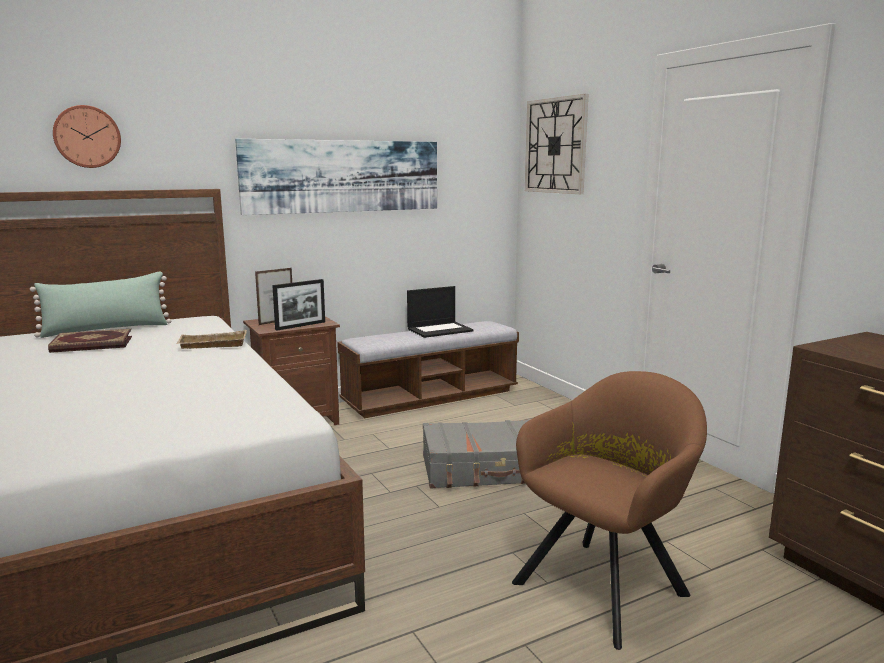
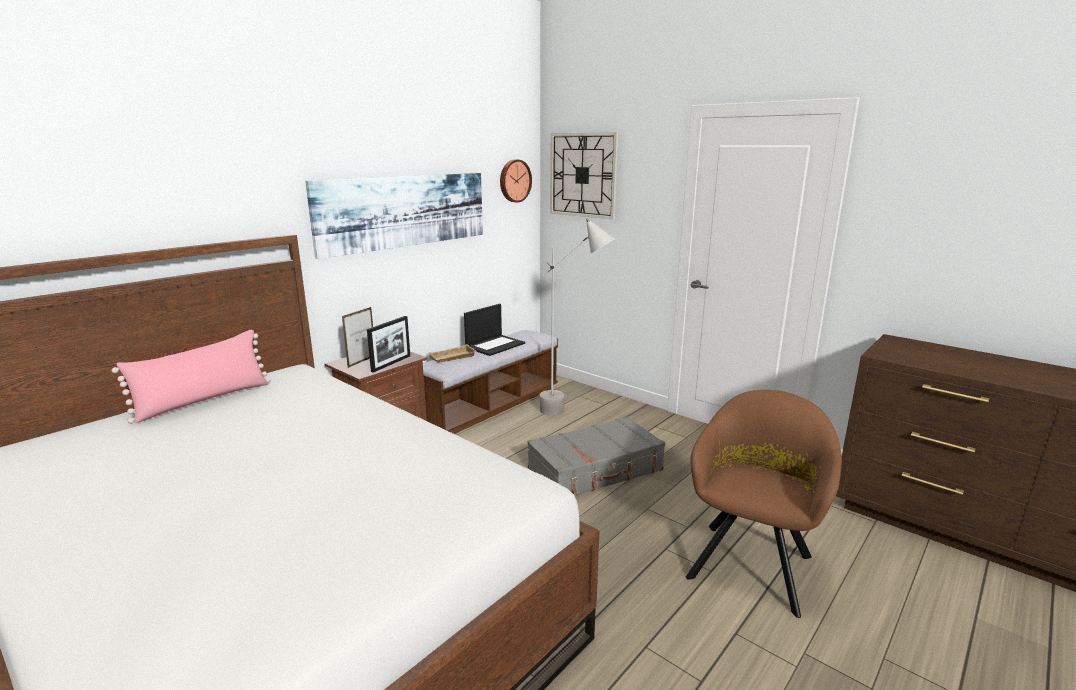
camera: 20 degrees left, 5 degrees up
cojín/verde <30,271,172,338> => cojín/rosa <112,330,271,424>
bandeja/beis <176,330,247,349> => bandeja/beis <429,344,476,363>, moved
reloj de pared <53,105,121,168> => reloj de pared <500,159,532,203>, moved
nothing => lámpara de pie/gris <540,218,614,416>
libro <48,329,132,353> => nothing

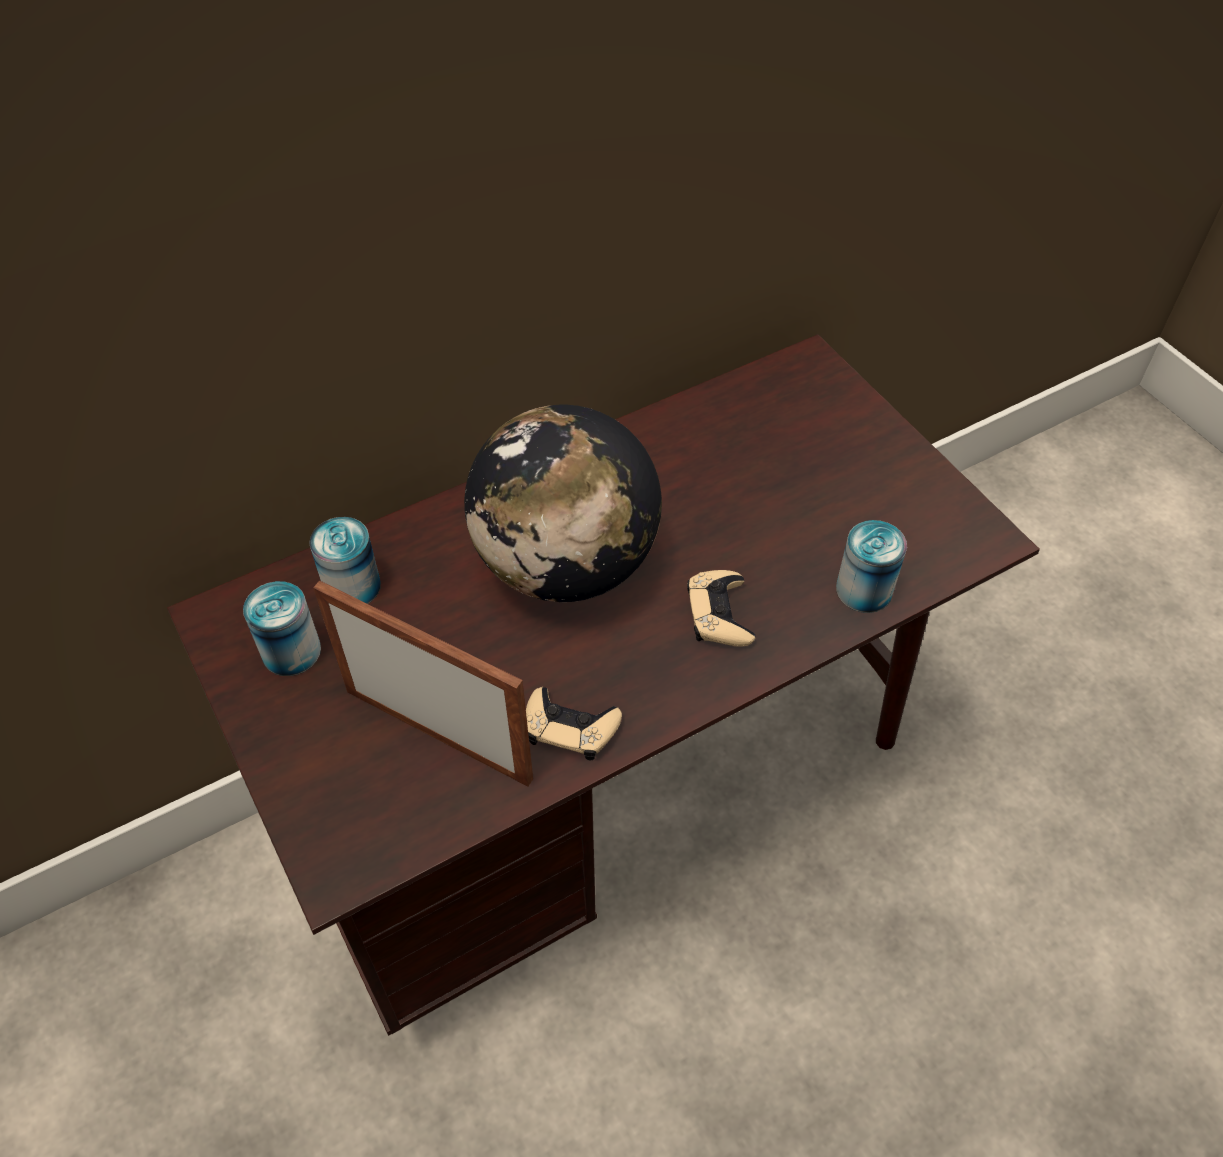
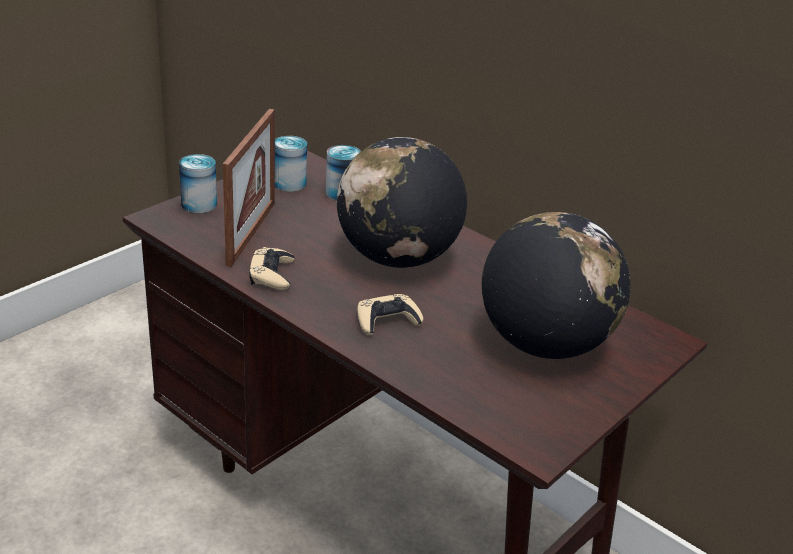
camera: 70 degrees right, 20 degrees down
lata <836,520,907,613> => lata <179,154,217,213>, moved
nothing => globo terráqueo <481,212,631,359>

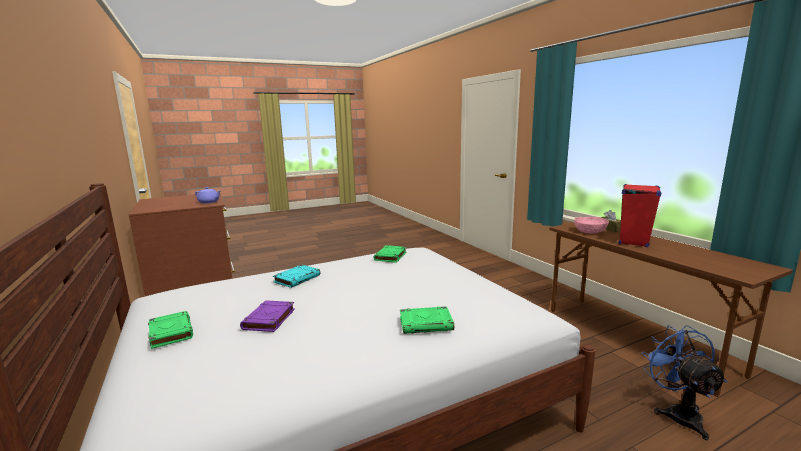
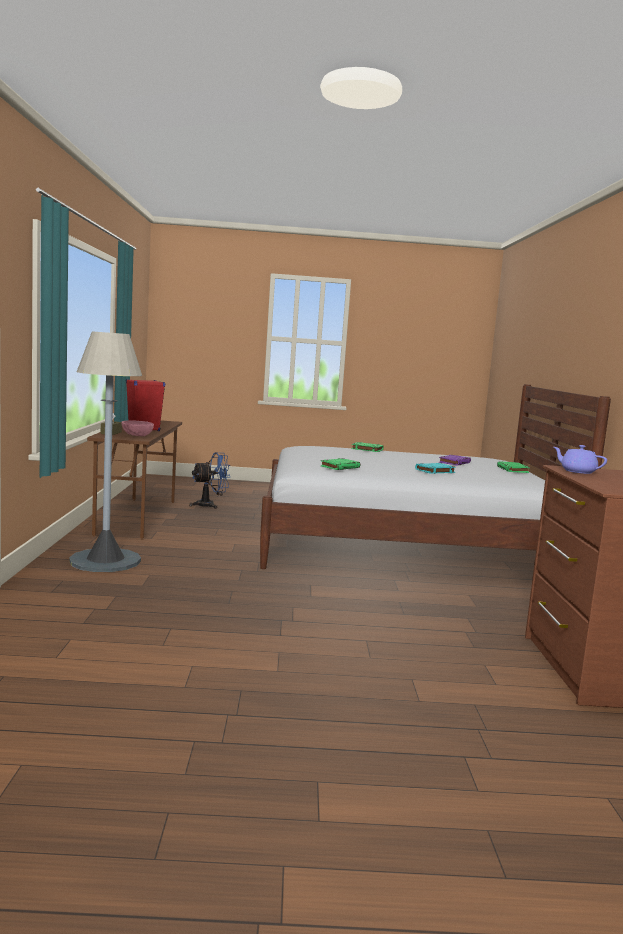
camera: 155 degrees left, 5 degrees down
nothing => lámpara de pie/gris <69,331,142,572>
ventilador/azul <642,325,728,440> => ventilador/azul <189,452,230,509>, 135 degrees counterclockwise

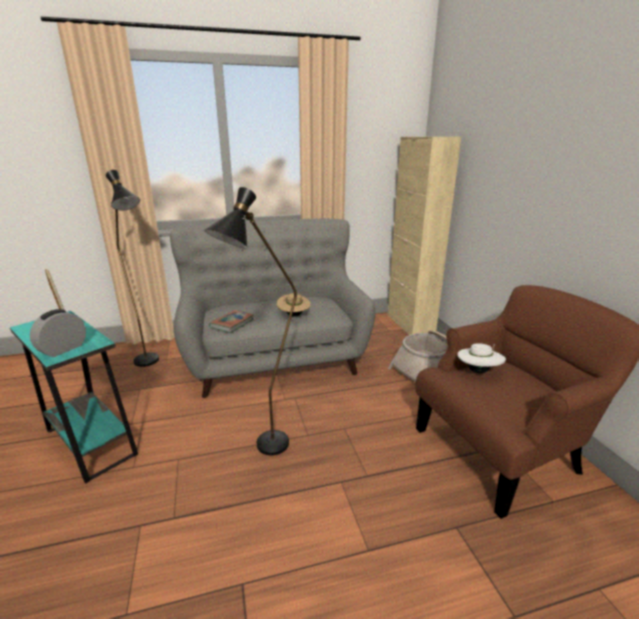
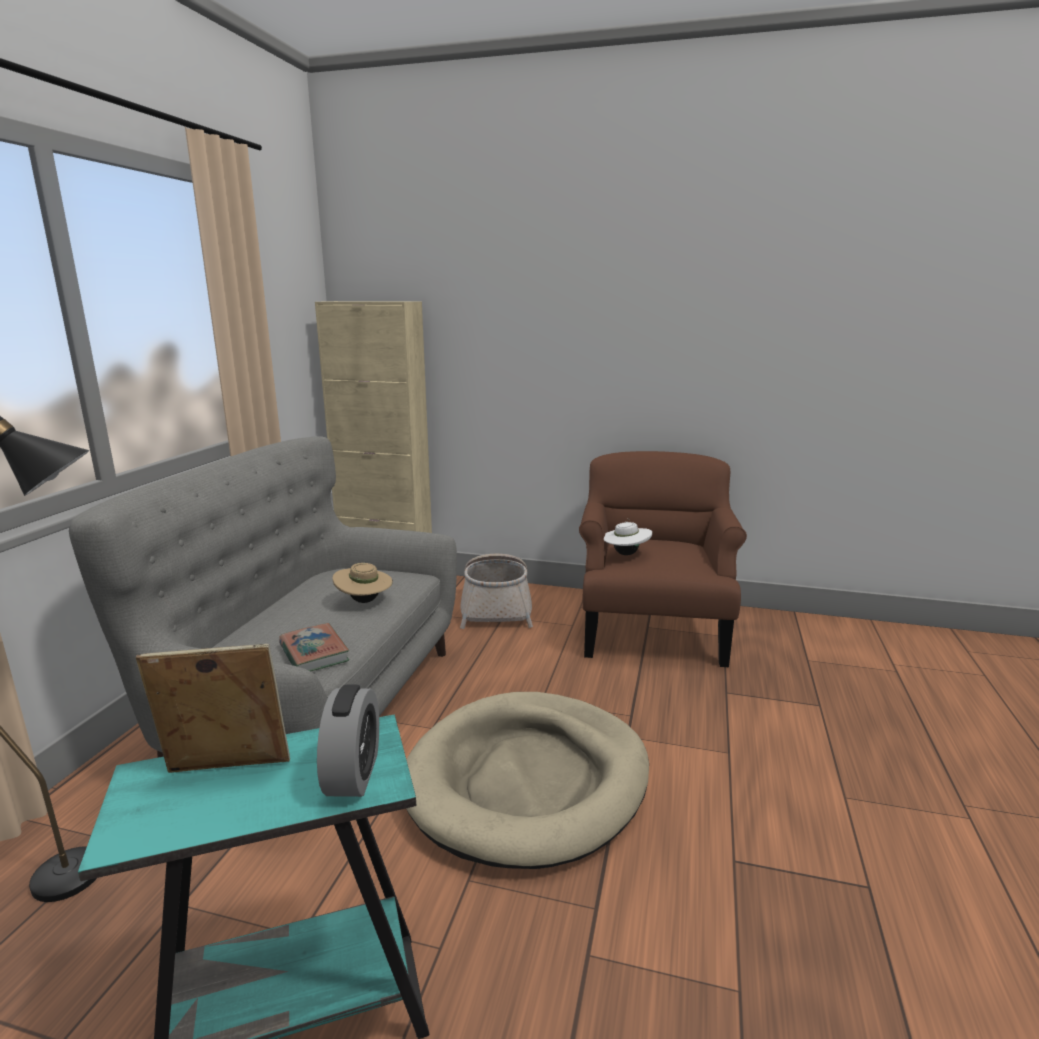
camera: 60 degrees left, 5 degrees down
despertador <30,309,86,357> => despertador <317,684,379,797>, 150 degrees counterclockwise
lámpara de pie/negro <204,187,297,455> => cama para perro/beis <406,692,649,869>

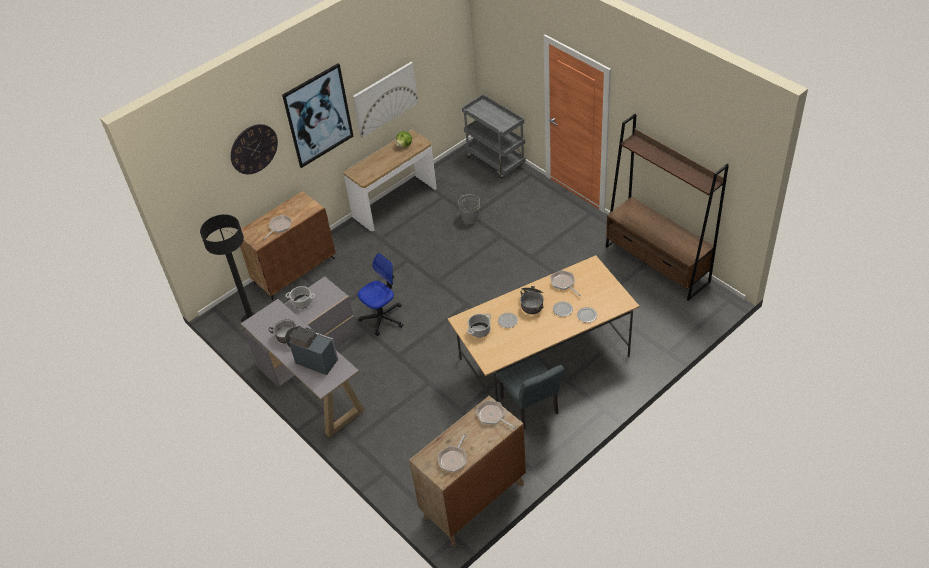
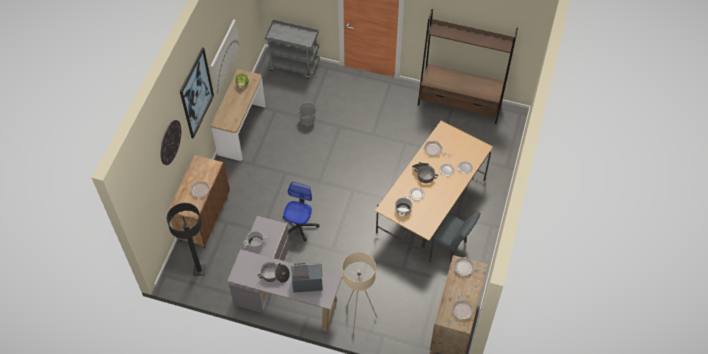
camera: 35 degrees left, 10 degrees up
nothing => lámpara de pie/beis <342,252,377,336>

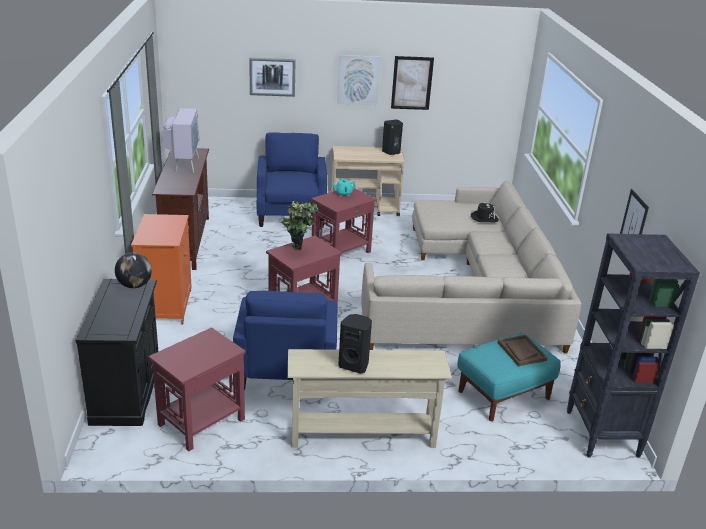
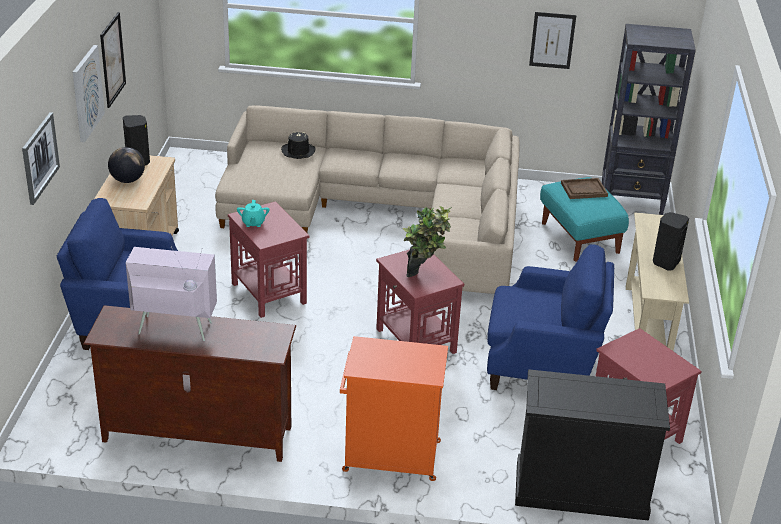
camera: 80 degrees left, 5 degrees up
globo terráqueo <115,252,152,288> => globo terráqueo <108,147,145,183>, moved

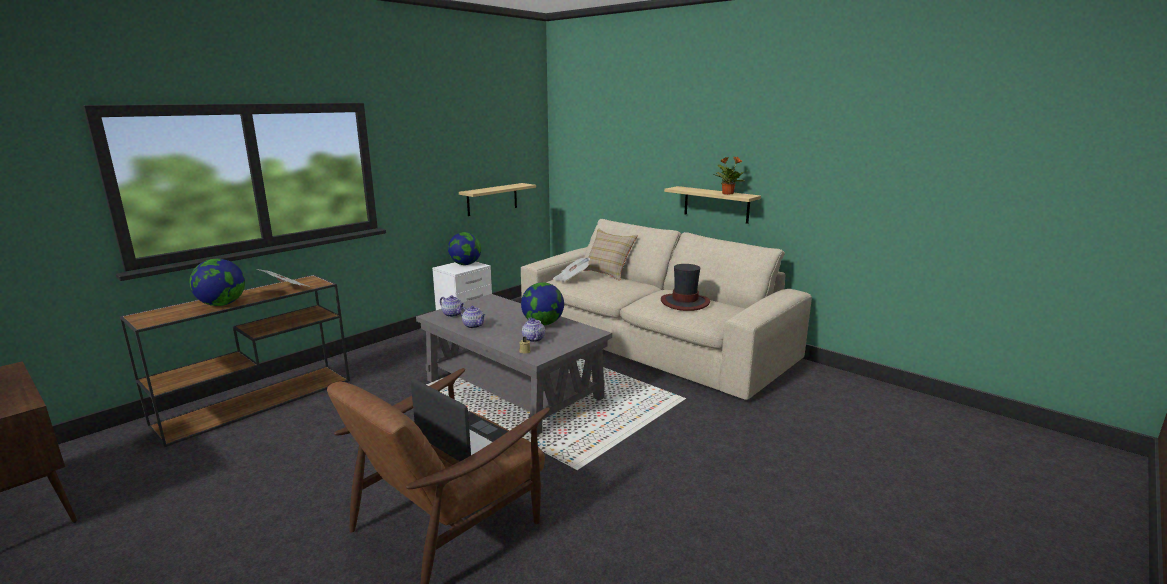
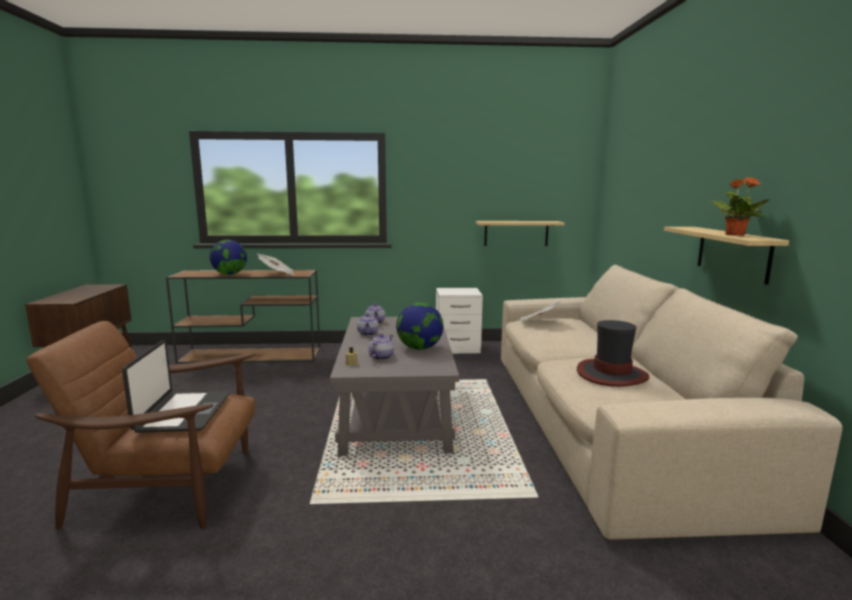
camera: 45 degrees right, 5 degrees down
globo terráqueo <448,232,481,265> => nothing
cojín/beis <583,228,638,280> => nothing

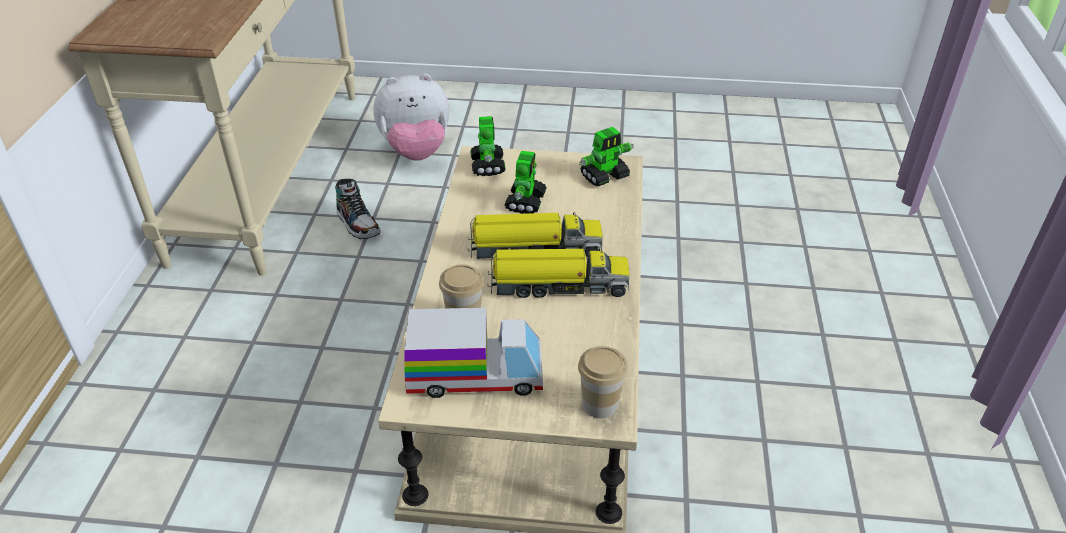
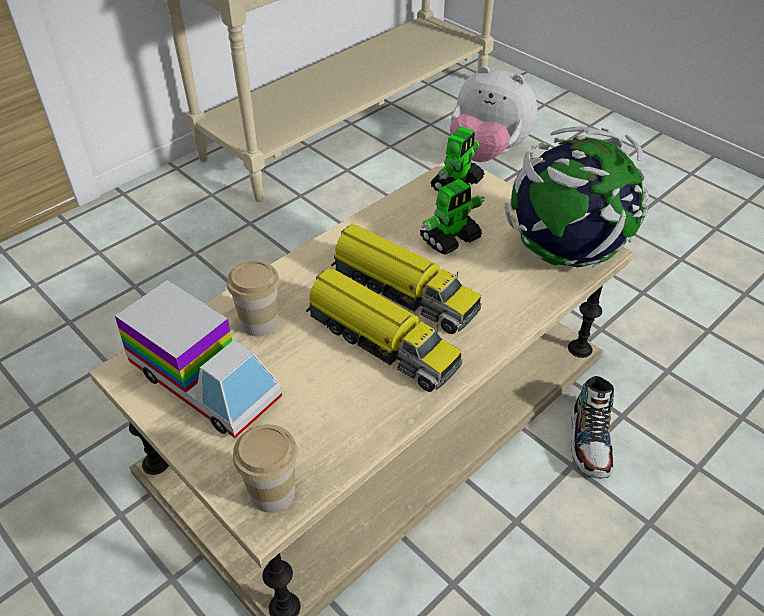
camera: 40 degrees right, 5 degrees up
robot de juguete <579,127,634,186> => globo terráqueo <504,127,649,268>
zapato <335,179,381,239> => zapato <571,376,614,479>, moved

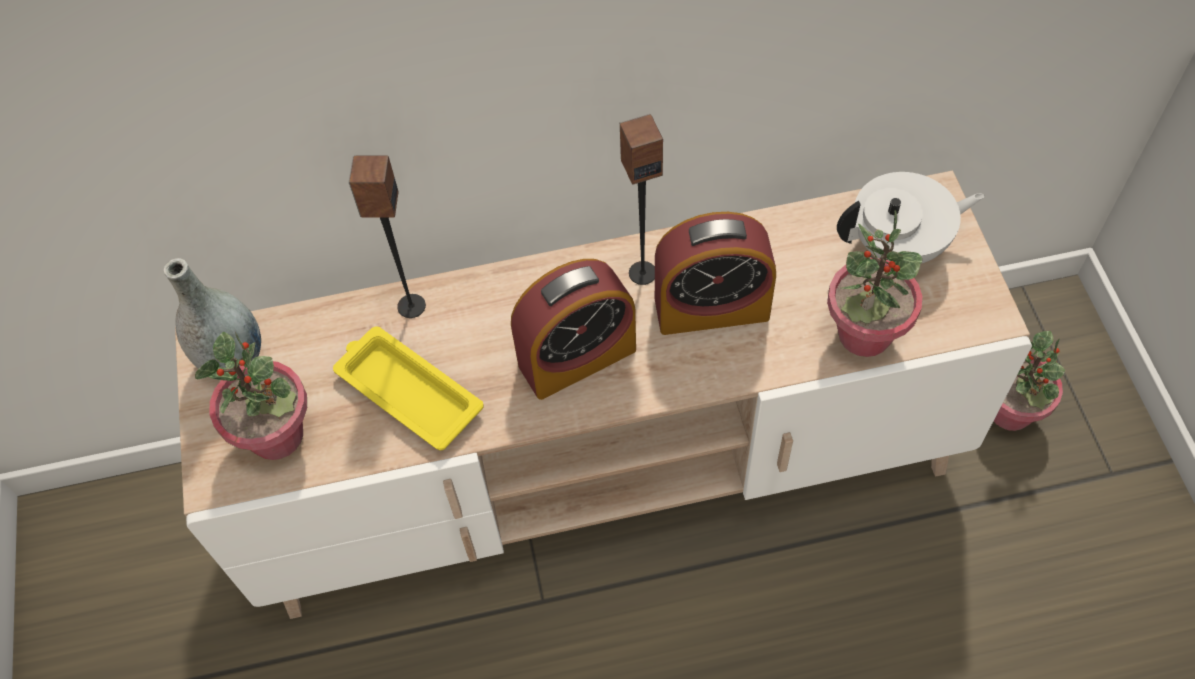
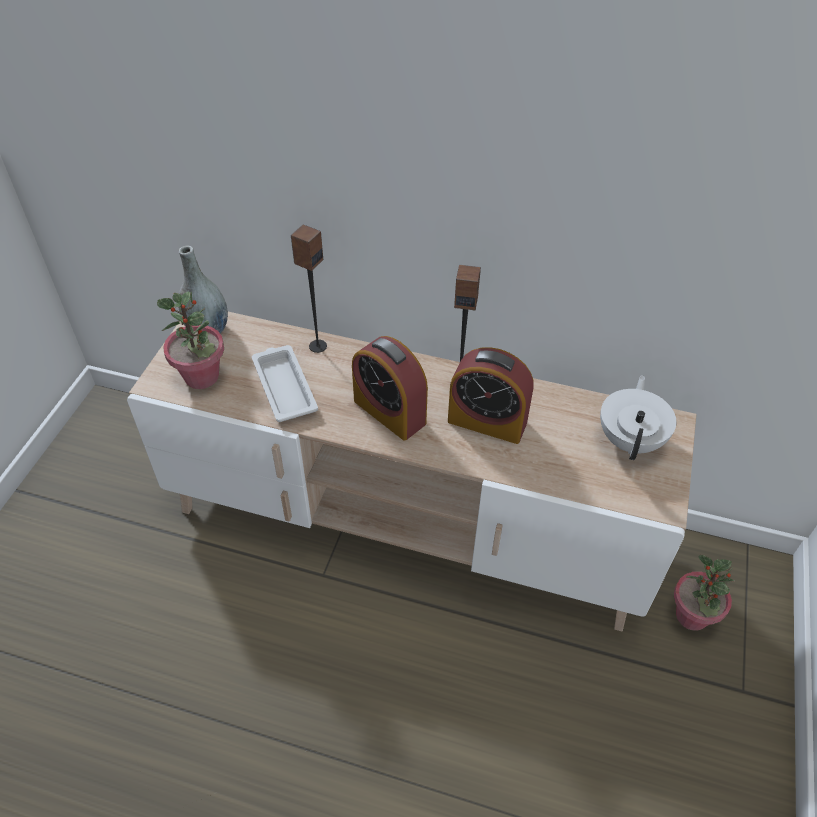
camera: 25 degrees right, 10 degrees down
bandeja/amarillo <333,327,484,450> => bandeja/blanco <252,345,318,422>
despertador <511,259,636,400> => despertador <352,336,428,441>, 45 degrees clockwise
tetera/blanco <837,172,985,264> => tetera/blanco <600,375,676,460>, 90 degrees counterclockwise
planta en maceta <827,210,922,357> => nothing

